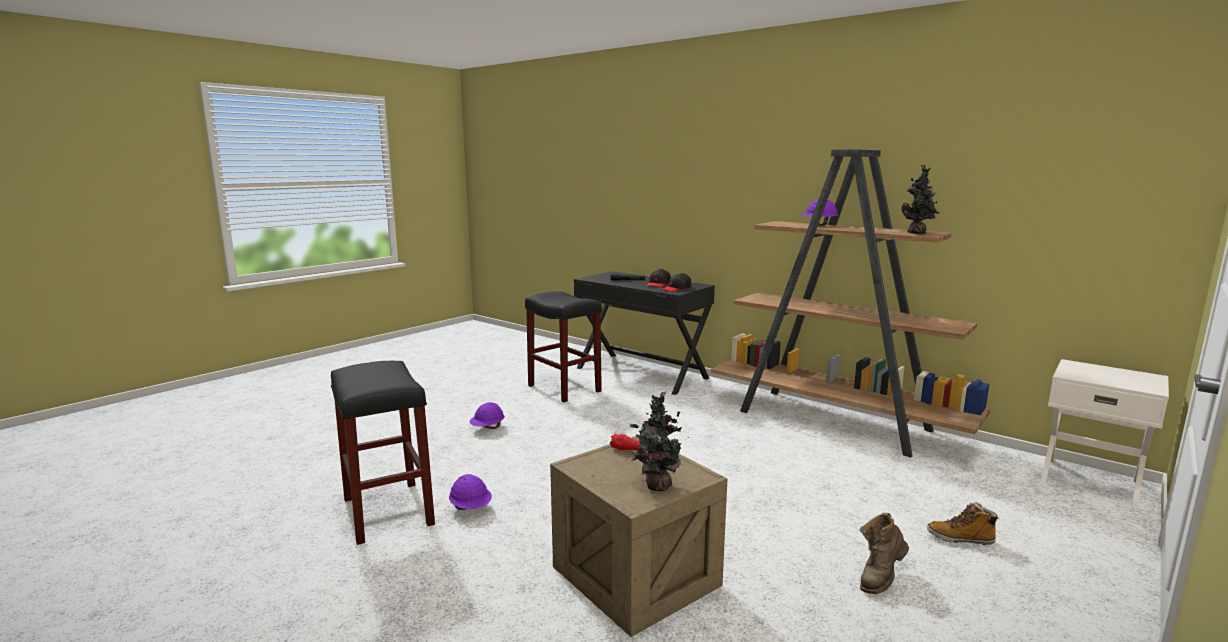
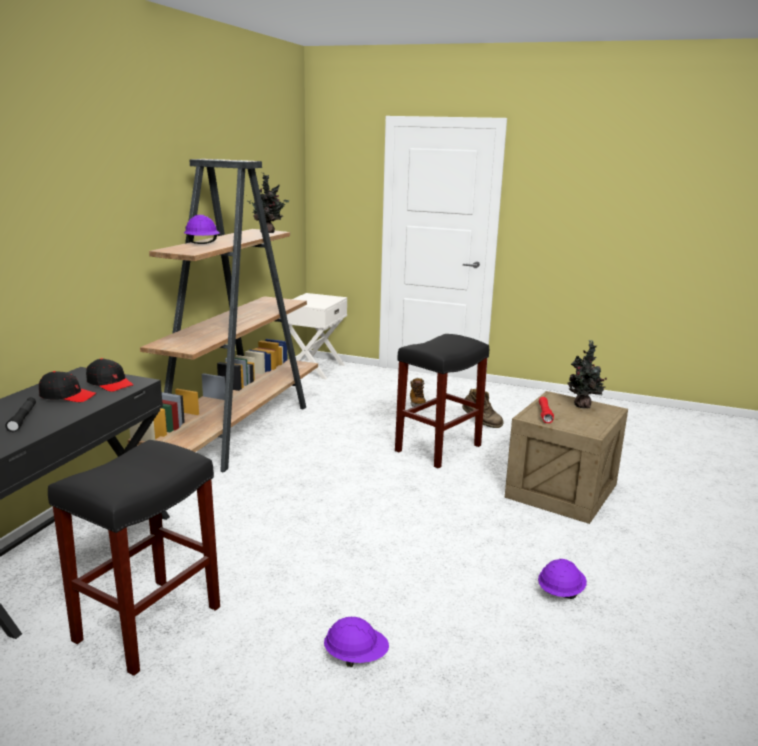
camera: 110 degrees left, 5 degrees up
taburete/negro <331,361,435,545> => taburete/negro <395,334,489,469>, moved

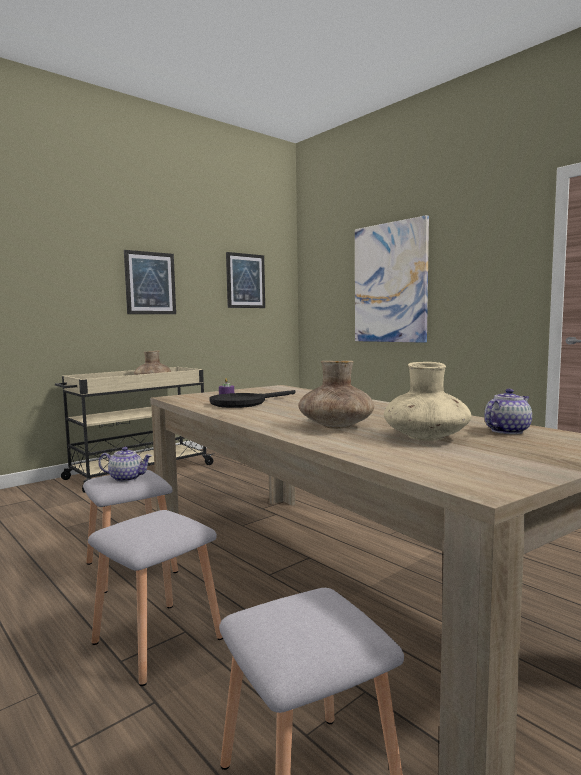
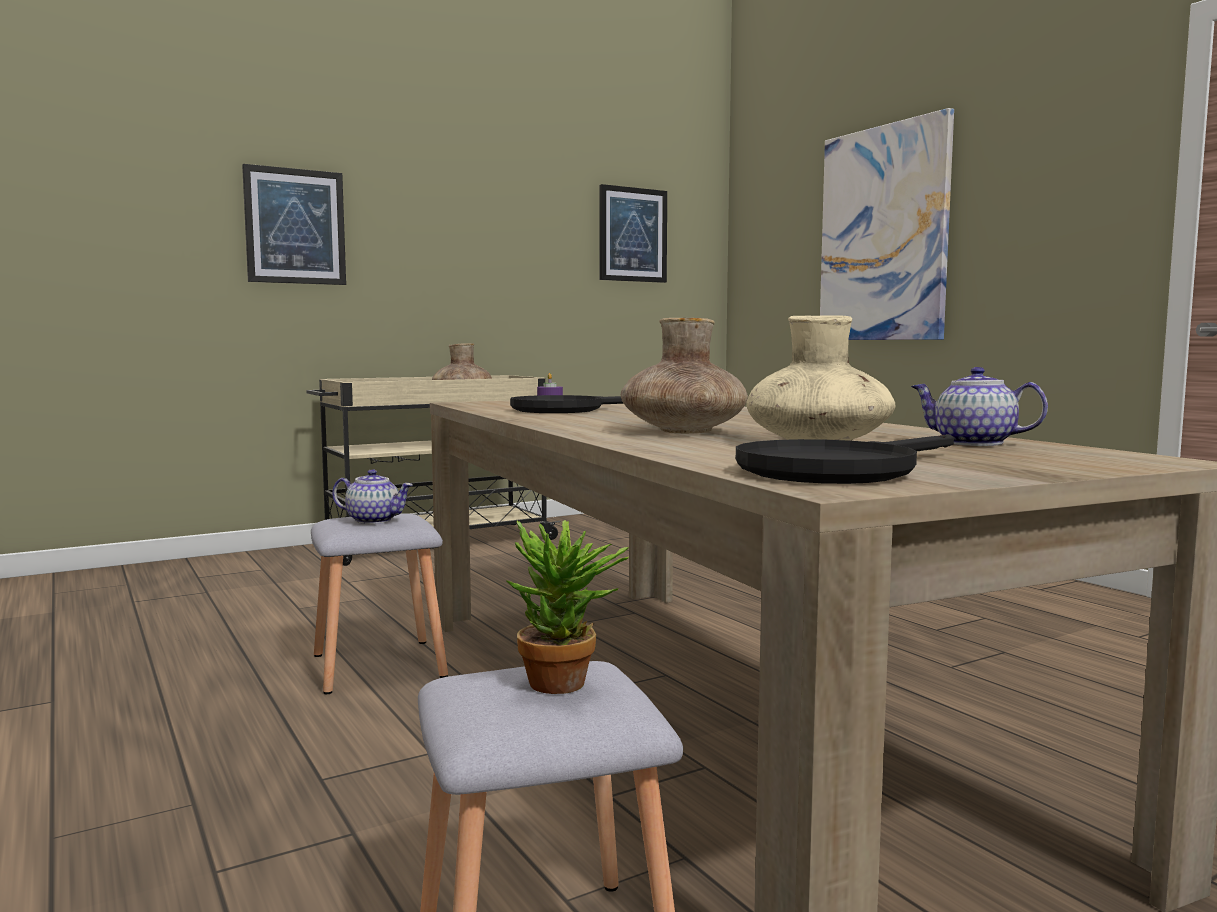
camera: 10 degrees right, 0 degrees up
cuadro <124,250,176,314> => cuadro <242,164,346,285>, moved
nothing => planta en maceta <506,520,629,694>
nothing => sartén/negro <736,434,954,484>
tetera <484,389,532,434> => tetera <911,367,1048,446>, 120 degrees counterclockwise
taburete/gris <88,510,223,686> => nothing

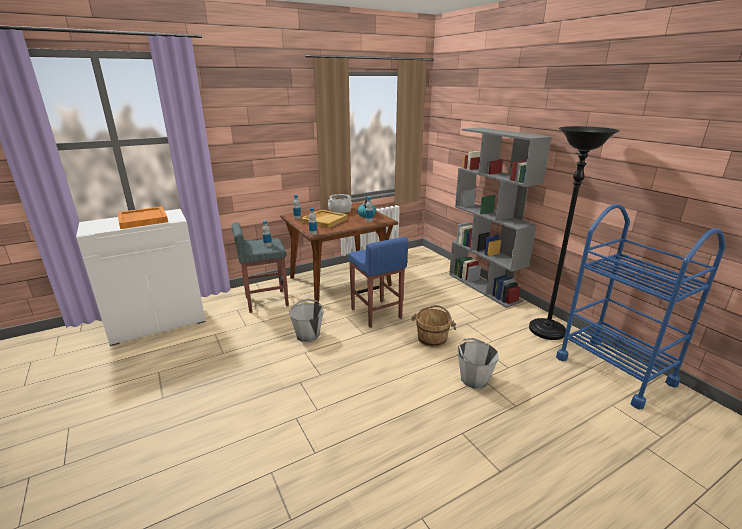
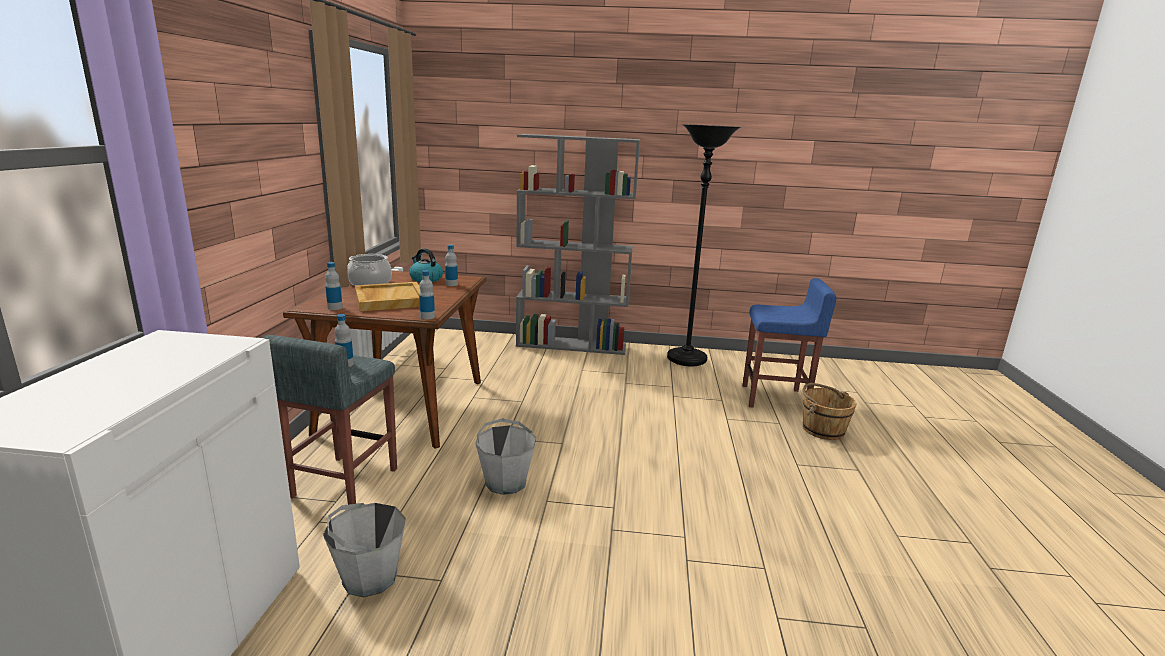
camera: 55 degrees left, 5 degrees down
cubo/gris <458,338,498,389> => cubo/gris <323,503,406,597>, moved
taburete/azul <348,237,409,328> => taburete/azul <743,278,837,407>, moved
cubo/marrón <411,305,456,347> => cubo/marrón <802,383,856,440>, moved
bandeja/naranja <118,206,168,229> => nothing
carrito/azul <556,204,726,410> => nothing

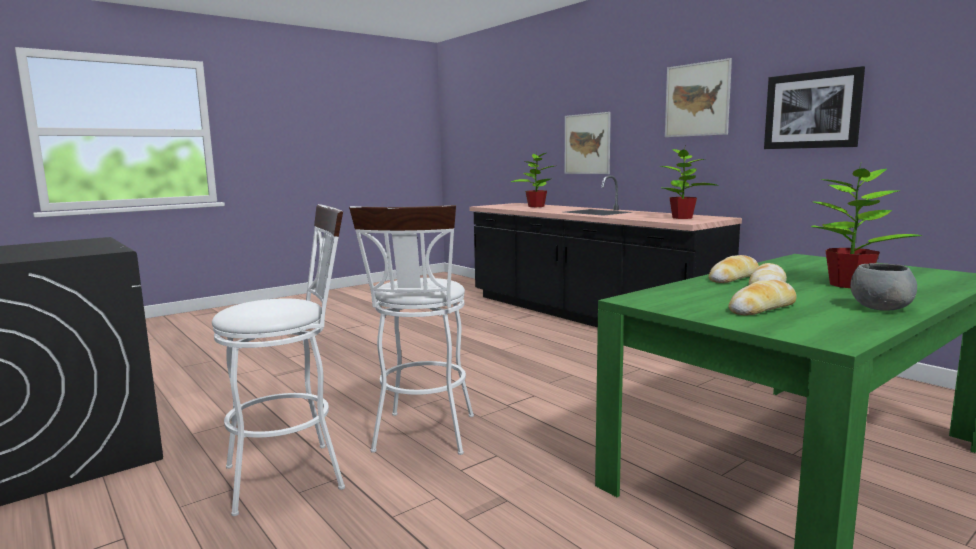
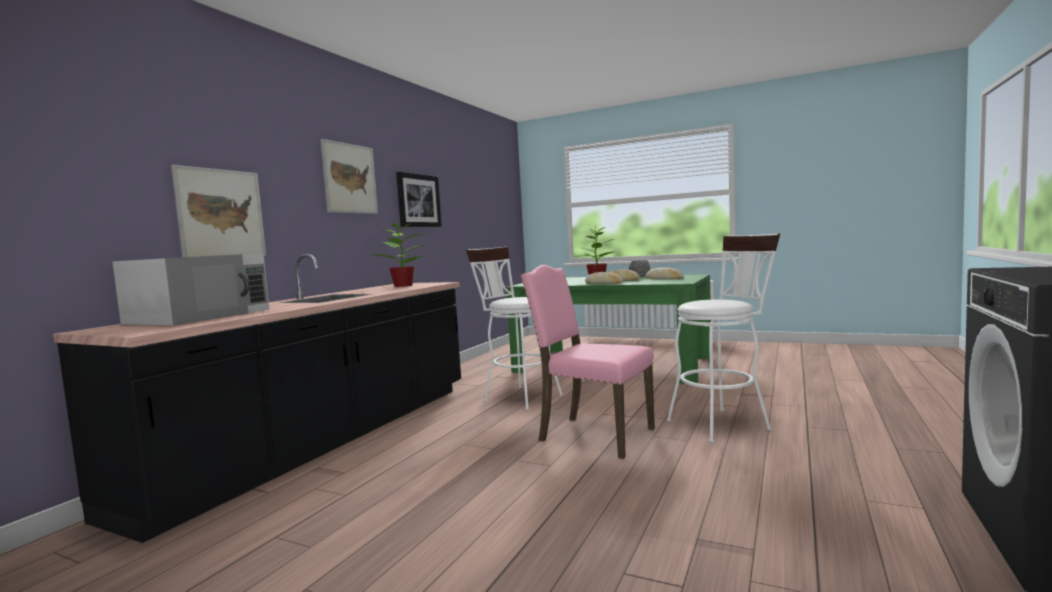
camera: 115 degrees left, 5 degrees down
planta en maceta <511,152,554,207> => microondas/blanco <112,253,270,326>
taburete/blanco <212,204,345,516> => taburete/blanco <466,247,563,410>, moved
nothing => silla/rosa <521,265,655,459>

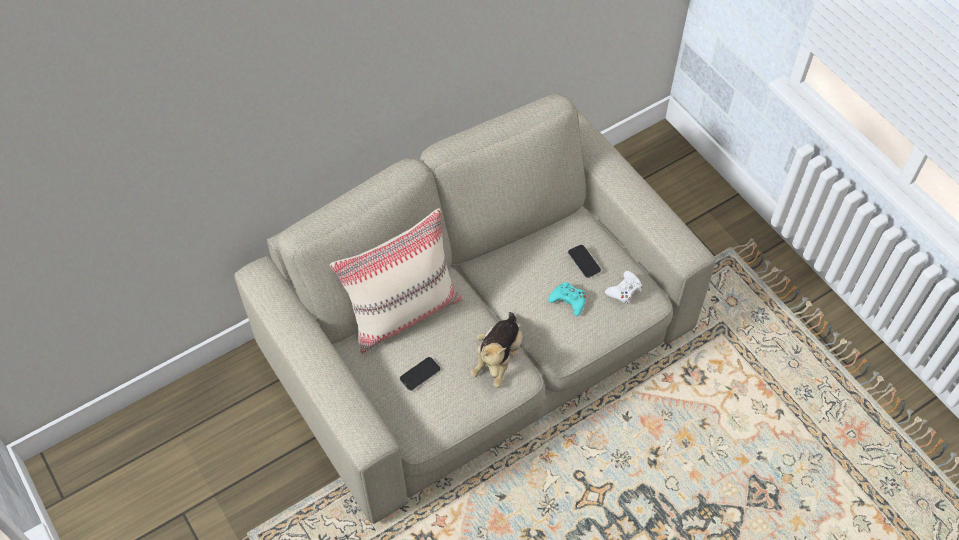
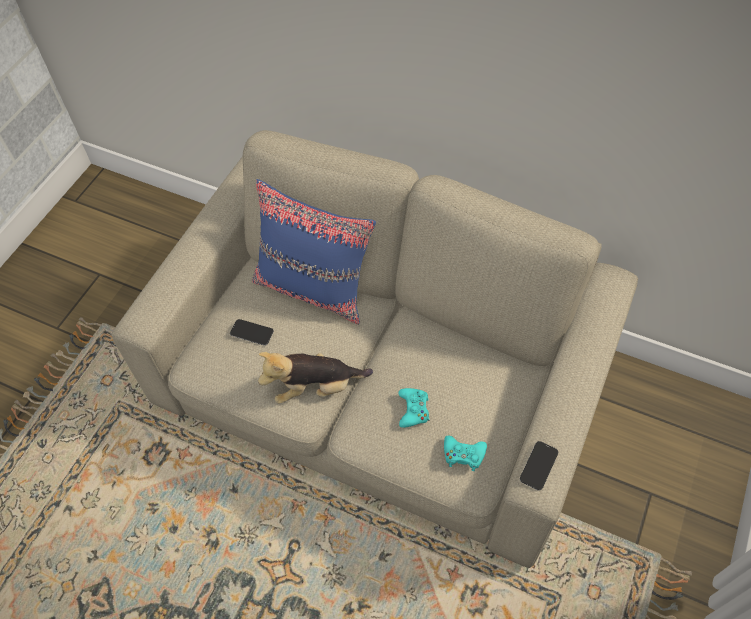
camera: 60 degrees right, 0 degrees up
cojín/beis <330,208,463,353> => cojín/azul <252,179,376,324>
mando de consola/blanco <605,271,642,304> => mando de consola/turquesa <444,436,487,471>
móvil <568,245,601,278> => móvil <520,441,558,491>, moved

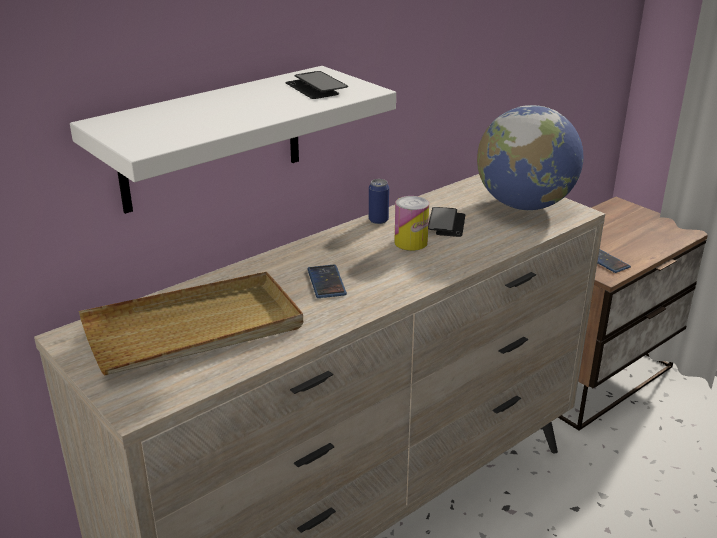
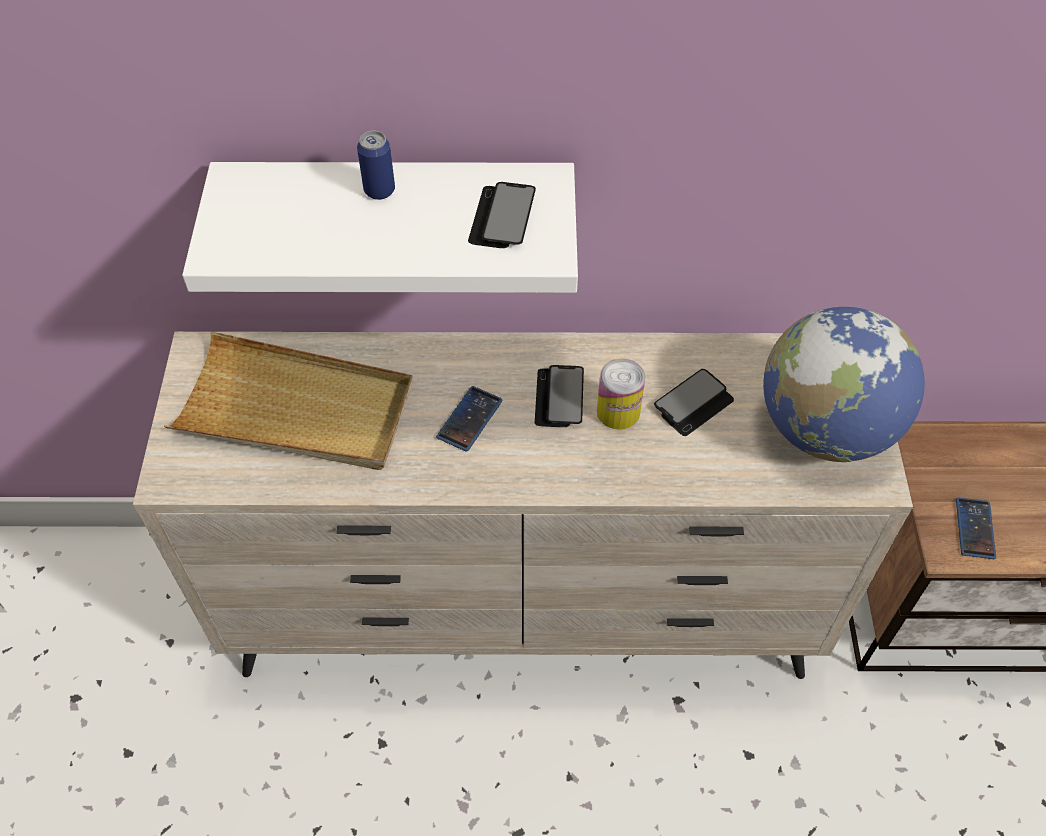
camera: 40 degrees right, 25 degrees up
lata <369,179,389,224> => lata <357,131,395,200>, moved
nothing => móvil <535,365,584,427>

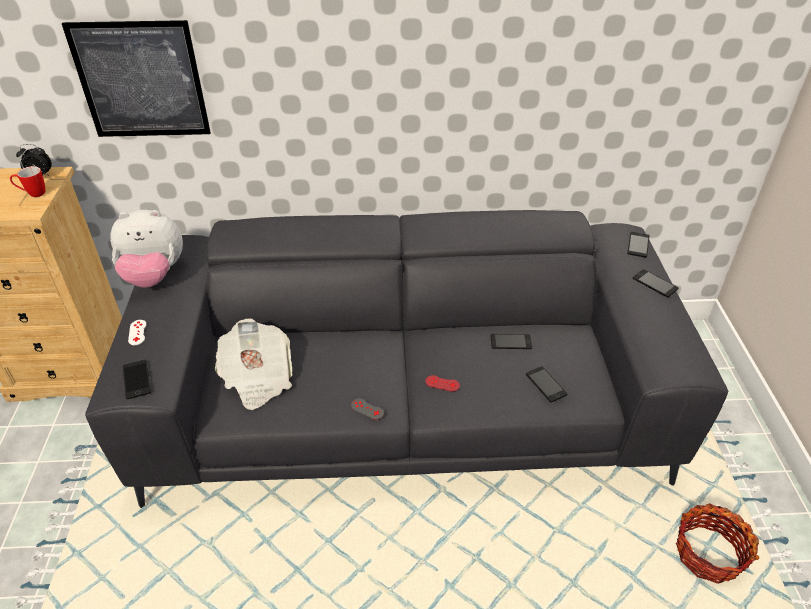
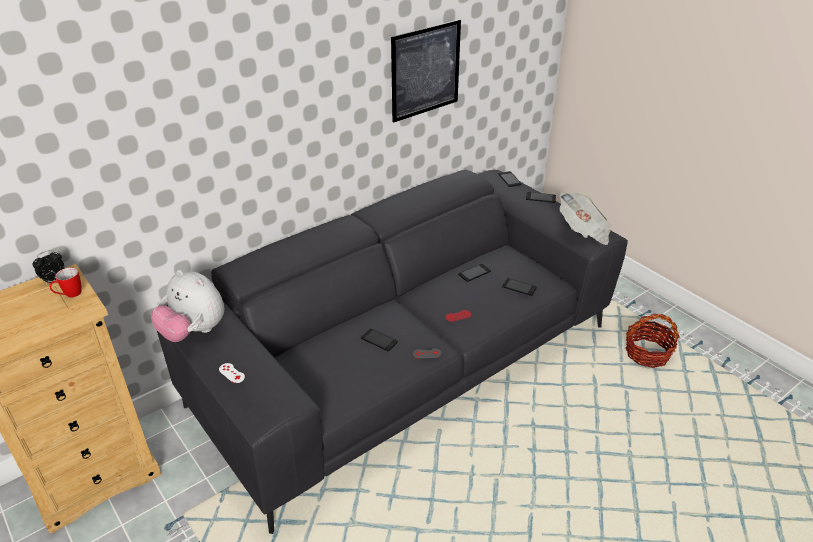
camera: 35 degrees left, 5 degrees down
peluche <110,210,183,288> => peluche <151,270,225,342>, 75 degrees clockwise
móvil <123,360,151,399> => móvil <361,329,398,351>, moved
cuadro <62,20,211,137> => cuadro <391,19,461,122>, moved
periódico <215,318,292,410> => periódico <559,192,612,245>, moved

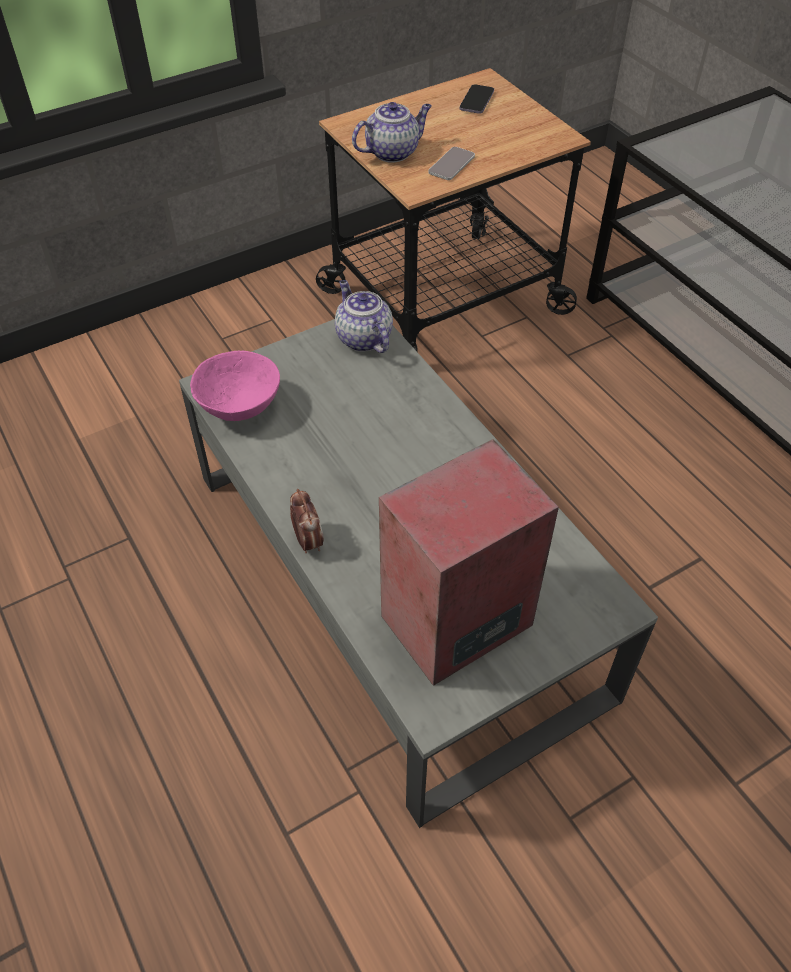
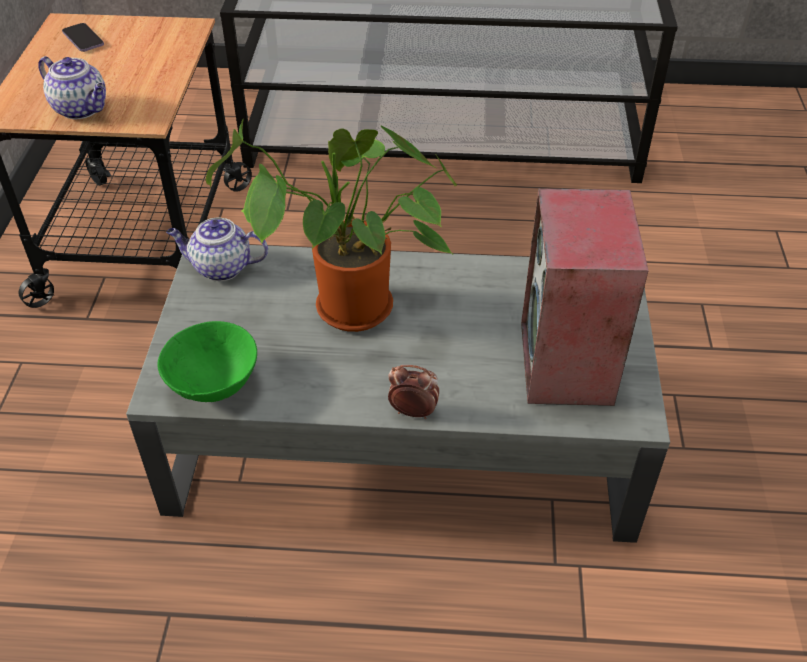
camera: 55 degrees left, 5 degrees down
tetera <352,102,432,163> => tetera <38,56,106,119>, 120 degrees clockwise
cuenco/rosa <190,351,280,421> => cuenco/verde <157,321,257,402>
nothing => planta en maceta <206,118,457,332>
móvil <429,147,475,180> => nothing

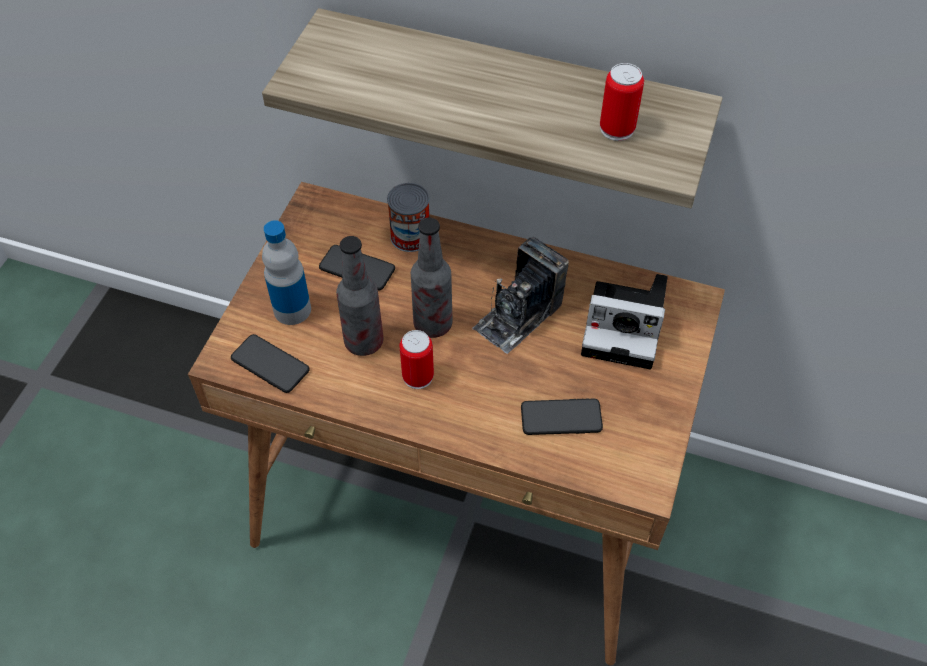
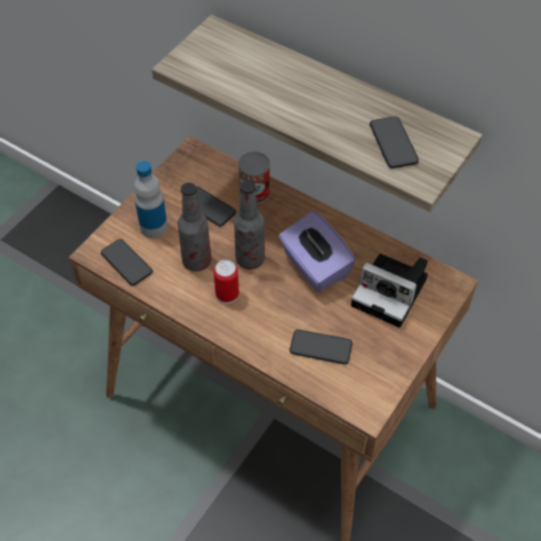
camera: 15 degrees right, 0 degrees up
cámara <472,237,569,354> => caja de pañuelos/morado <279,211,356,292>
lata <600,63,644,141> => móvil <370,116,419,168>

